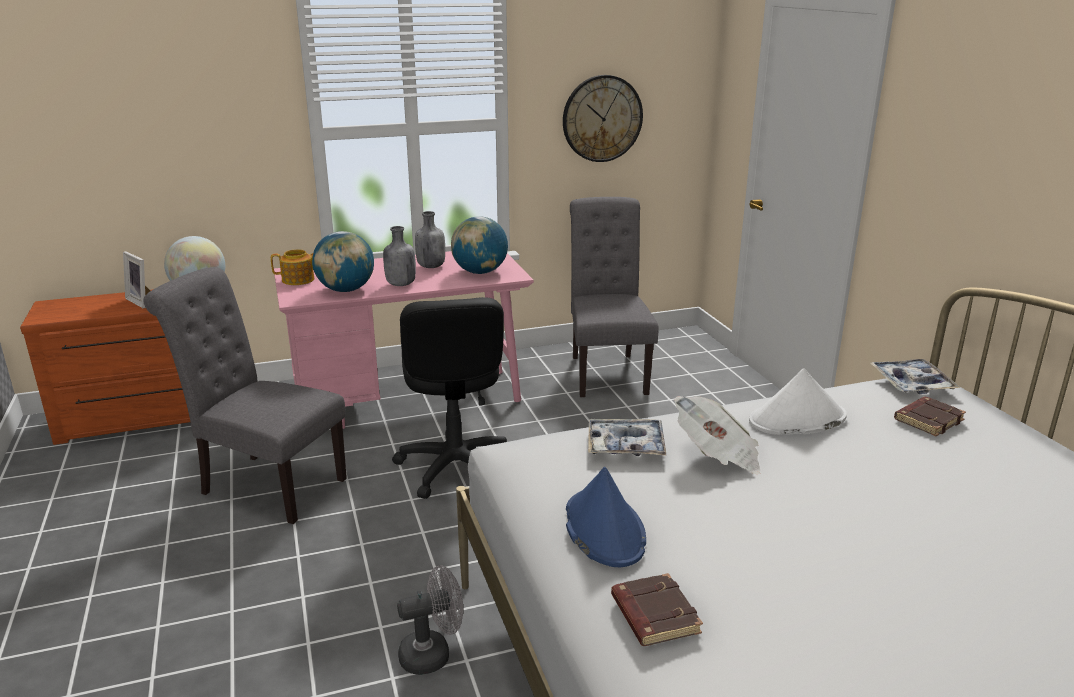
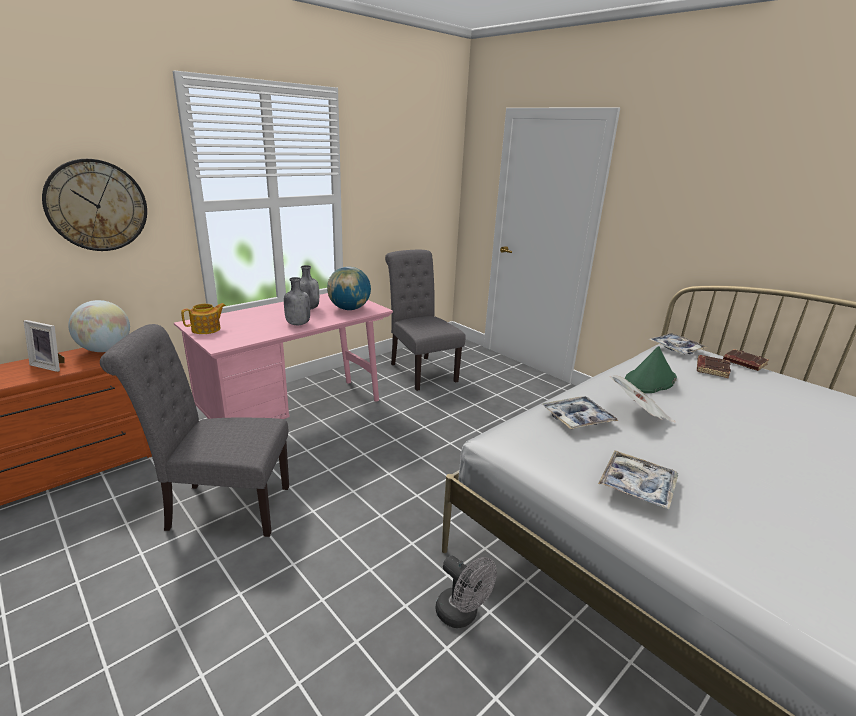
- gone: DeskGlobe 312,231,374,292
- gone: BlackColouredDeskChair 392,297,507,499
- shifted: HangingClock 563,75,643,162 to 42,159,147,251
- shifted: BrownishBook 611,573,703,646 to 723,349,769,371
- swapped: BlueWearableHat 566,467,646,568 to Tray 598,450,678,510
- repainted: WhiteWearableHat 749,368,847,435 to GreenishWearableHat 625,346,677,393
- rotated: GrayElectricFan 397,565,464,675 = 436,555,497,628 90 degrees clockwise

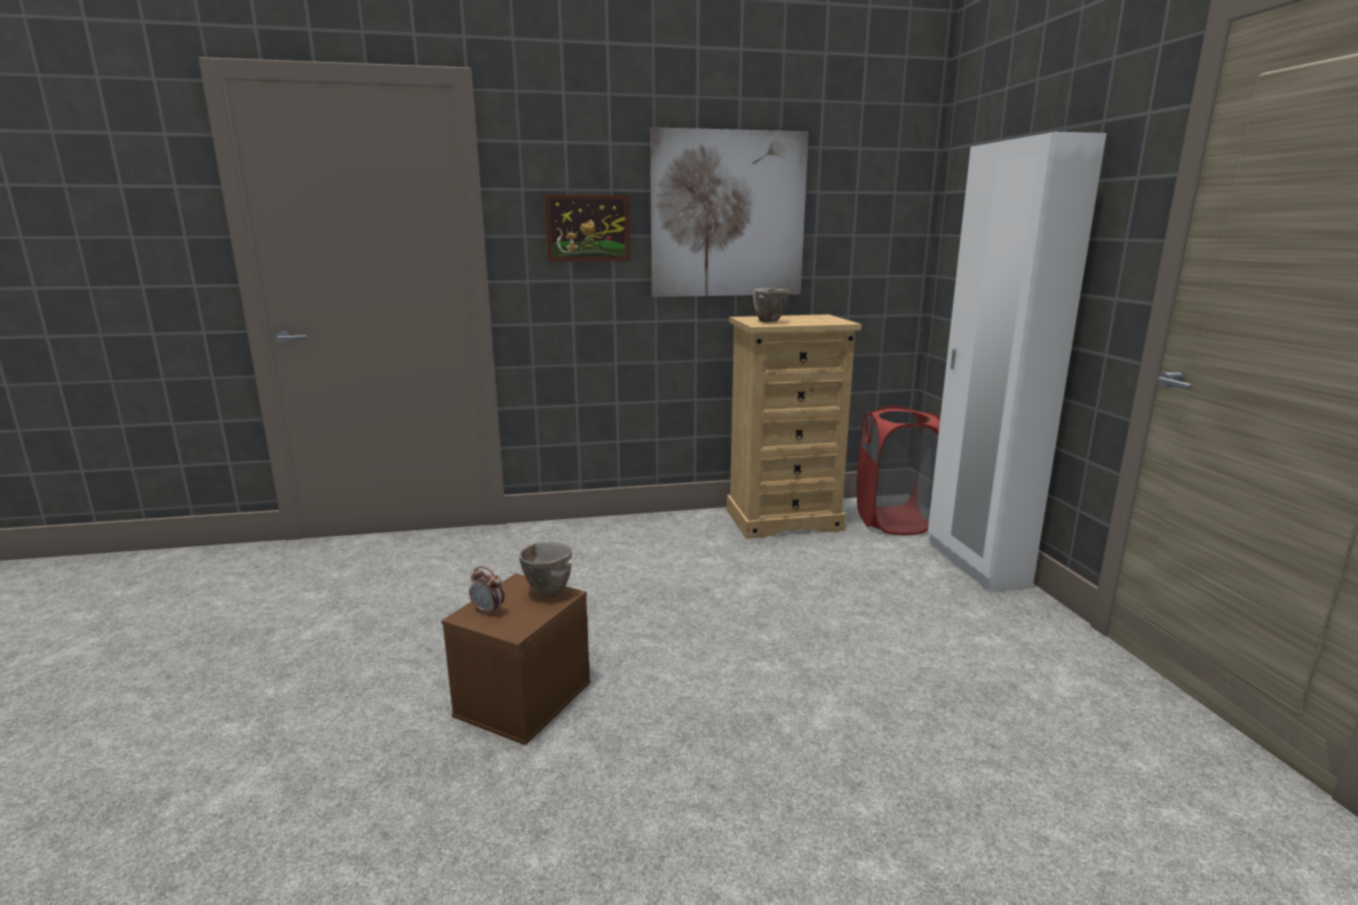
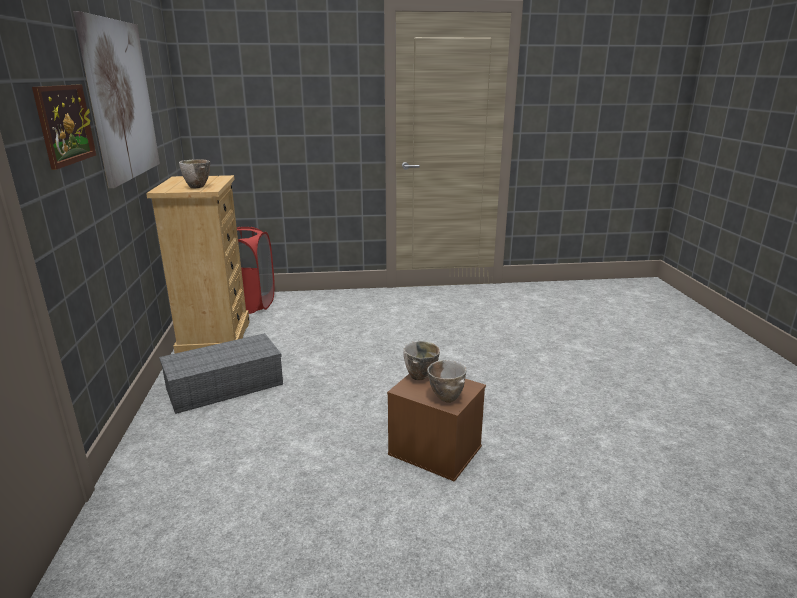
- gone: WhiteWardrobe 928,132,1107,593
- new: GrayStorageContainer 159,333,283,414
- swapped: TableClock 469,566,505,616 to ServingBowl 427,360,466,403

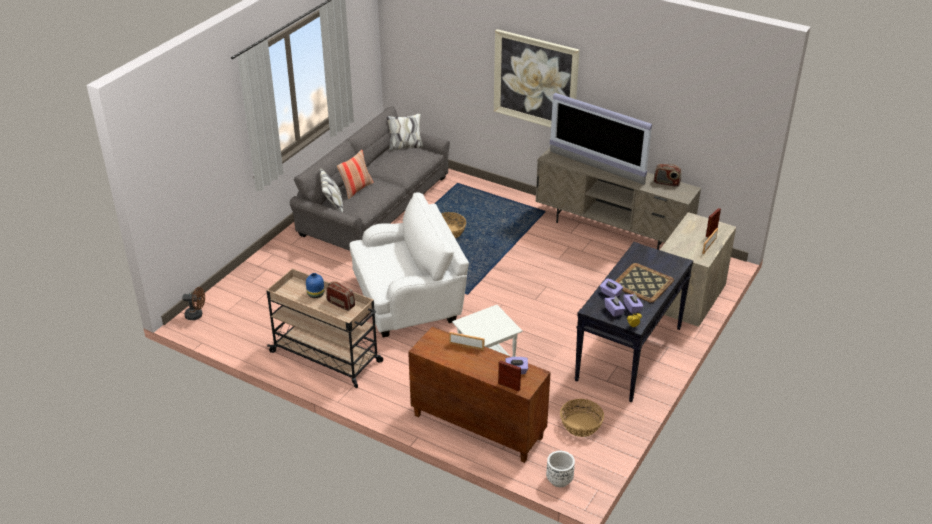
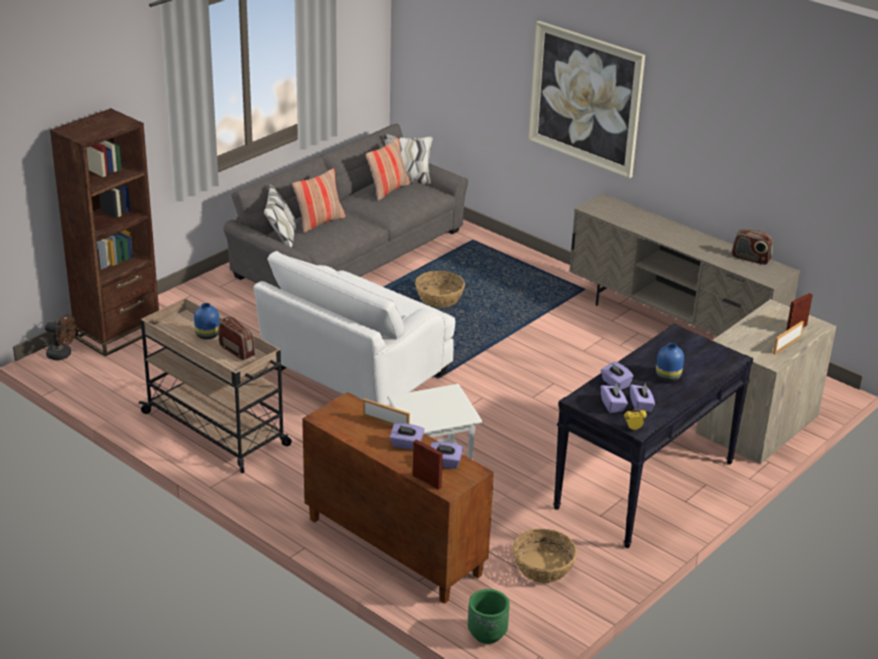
- gone: Tv 550,93,652,185
- new: BrownishBookcase 50,108,159,356
- new: ThrowPillow 366,137,410,201
- new: PurpleBoxOfTissues 389,423,425,450
- swapped: Tray 615,263,674,303 to BlueDecorativeVase 656,343,684,382
- repainted: WhiteFlowerPot 546,451,575,487 to GreenishFlowerPot 468,589,510,644
- rotated: WhiteArmchair 349,192,469,338 = 253,251,455,406 135 degrees clockwise

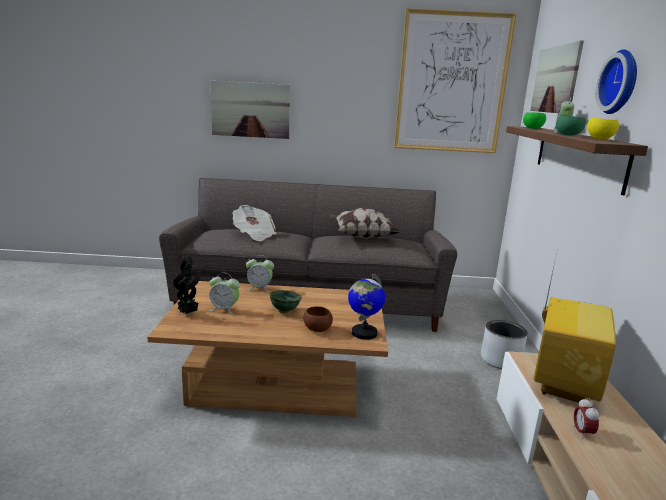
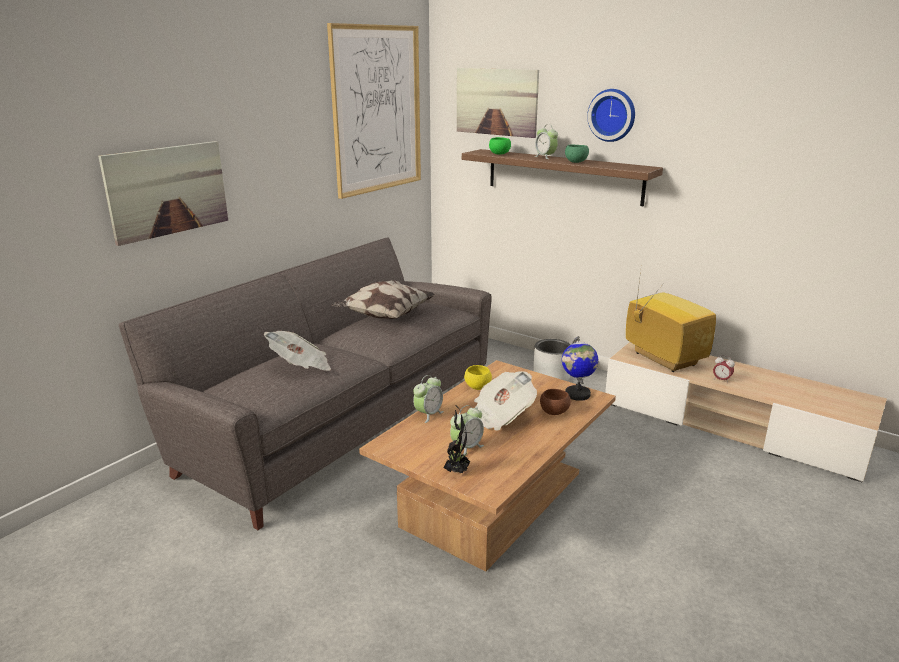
- shifted: YellowServingBowl 587,118,619,140 to 464,365,492,390
- swapped: GreenishServingBowl 270,290,302,313 to DailyPaper 474,371,537,431

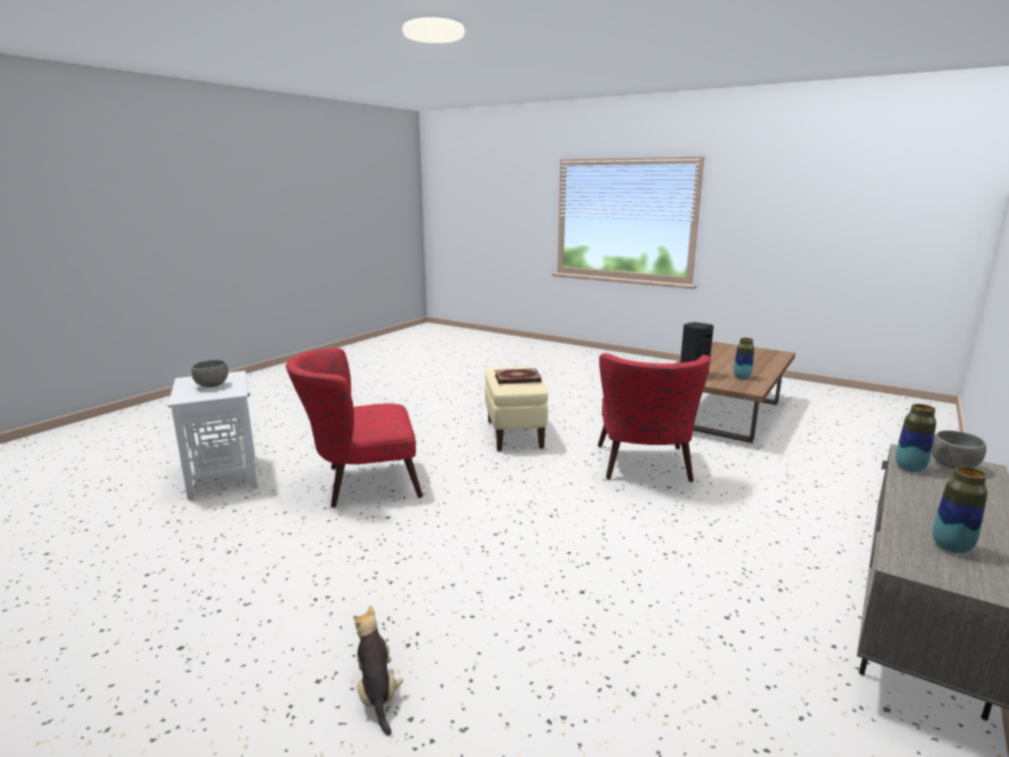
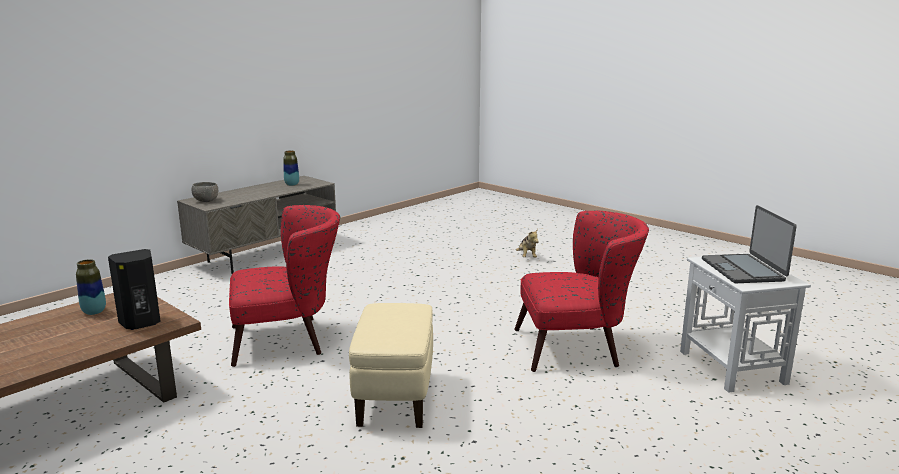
- gone: Book 495,368,541,384
- gone: DecorativeVase 895,404,936,472
- swapped: GrayServingBowl 191,360,228,388 to NotebookComputer 702,205,797,283
- rotated: ReddishArmchair 598,353,711,482 = 229,205,340,367 60 degrees clockwise

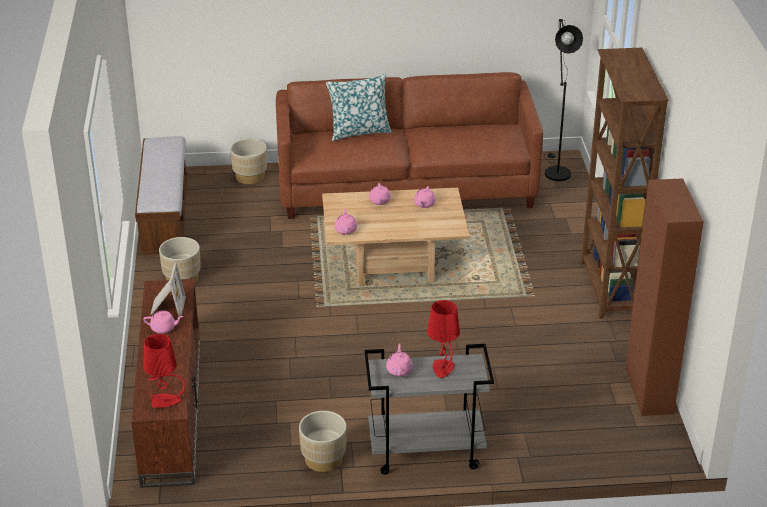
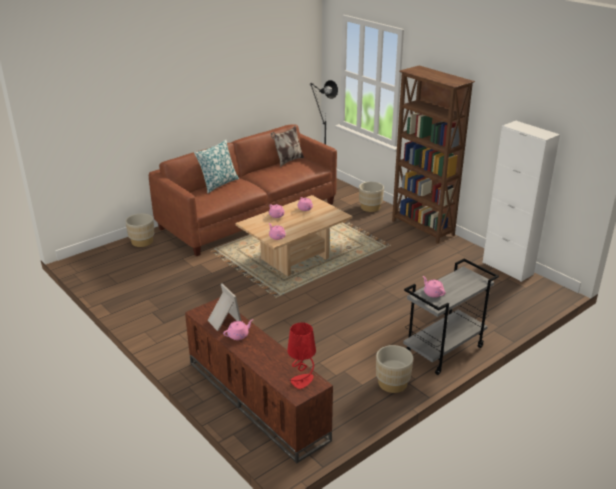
- gone: Bench 135,136,187,255
- gone: ReddishTableLamp 427,300,460,378
- new: ThrowPillow 271,126,304,167
- shifted: BeigeColouredFlowerPot 159,237,201,283 to 359,182,384,212
- repainted: BrownishStorageCabinet 625,178,704,416 to WhiteStorageCabinet 482,121,560,282

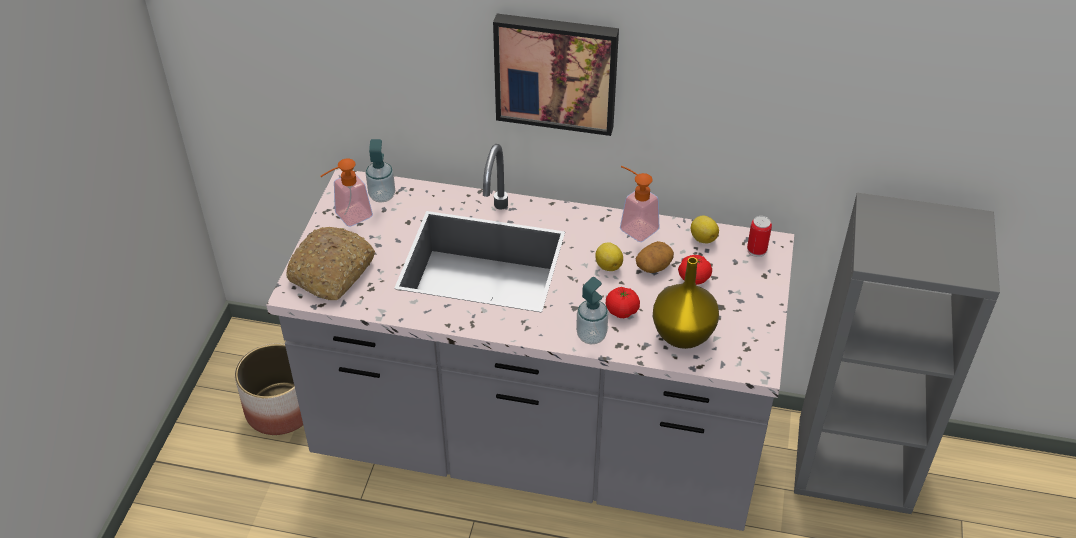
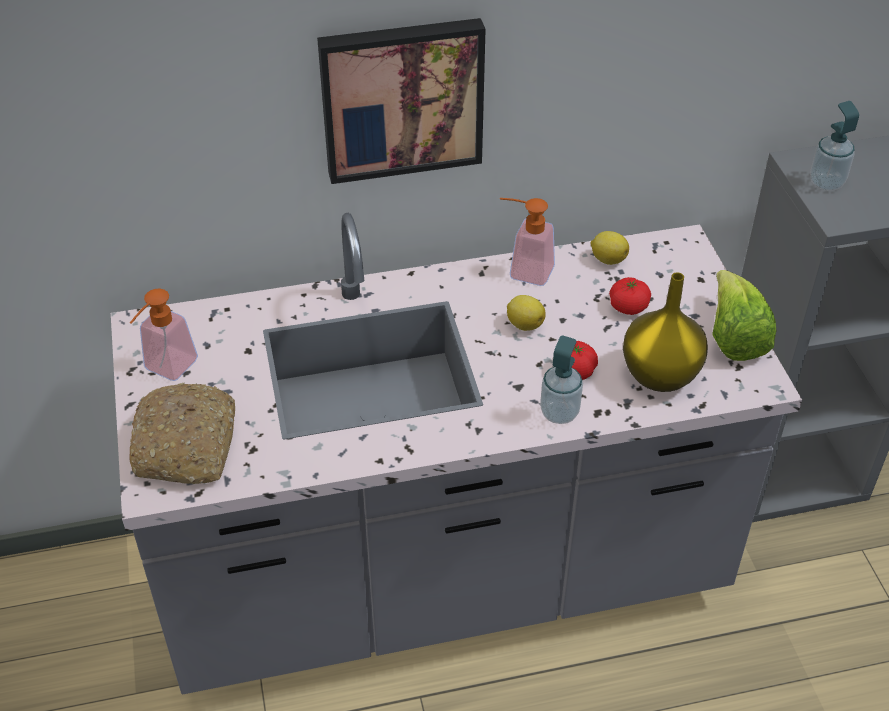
- gone: FlowerPot 235,343,303,435
- gone: Spud 636,241,674,273
- gone: Can 747,216,772,257
- new: LettuceHead 712,270,776,361
- shifted: LiquidSoapBottle 366,139,395,202 to 810,101,859,191

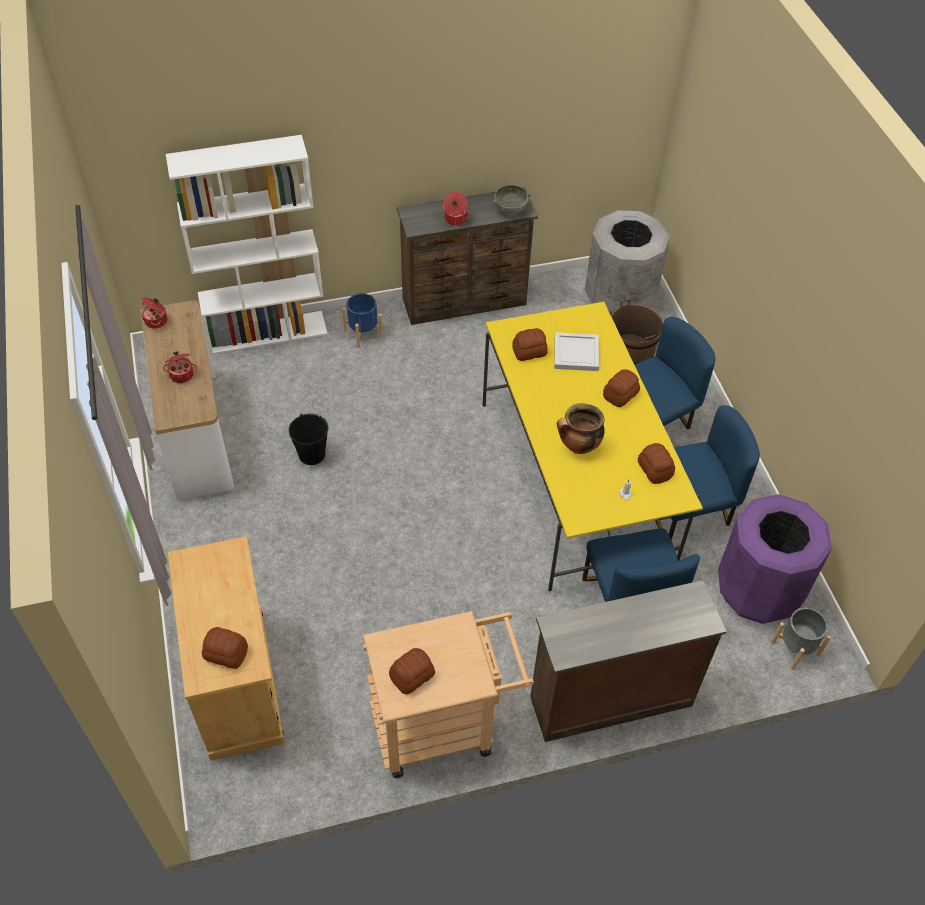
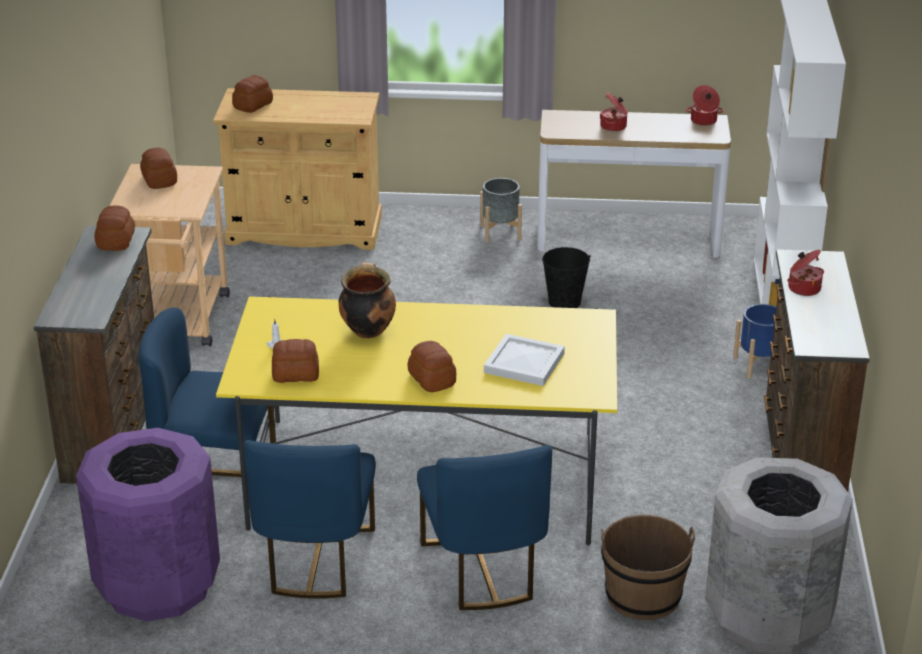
- gone: GrayServingBowl 492,185,531,216
- shifted: BakeryBread 512,328,548,361 to 94,206,135,251
- shifted: GrayFlowerPot 771,607,831,670 to 480,178,522,243

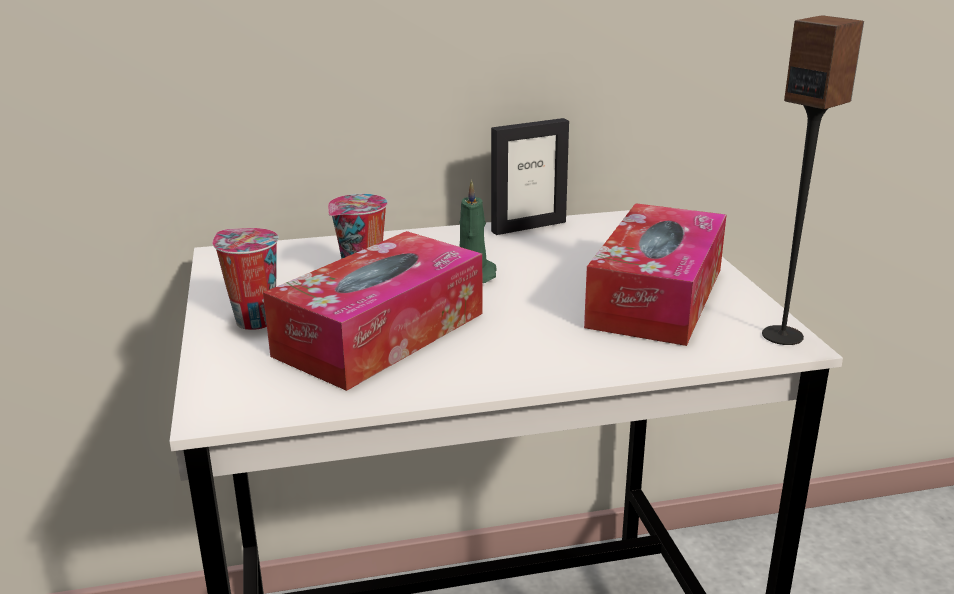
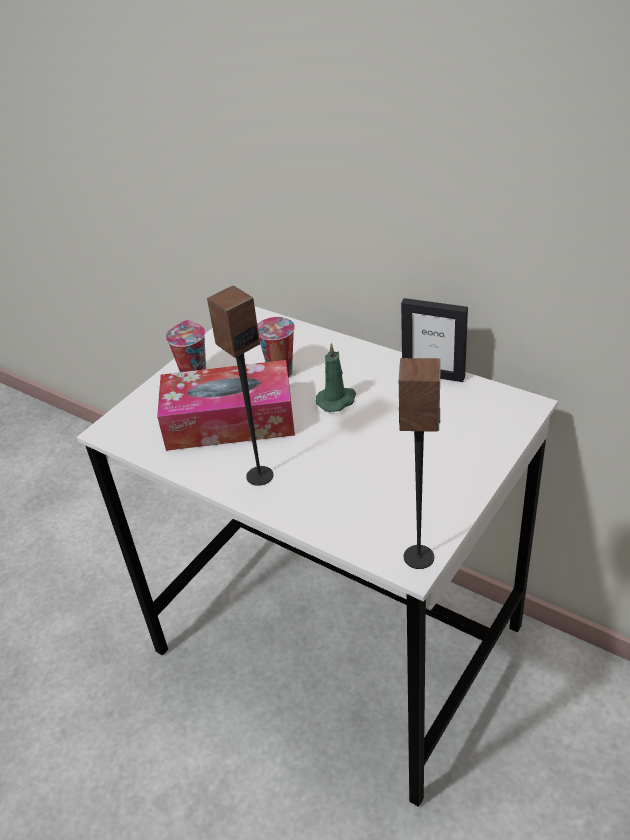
- gone: BoxOfTissues 584,203,726,346
- new: Speaker 207,286,273,486

